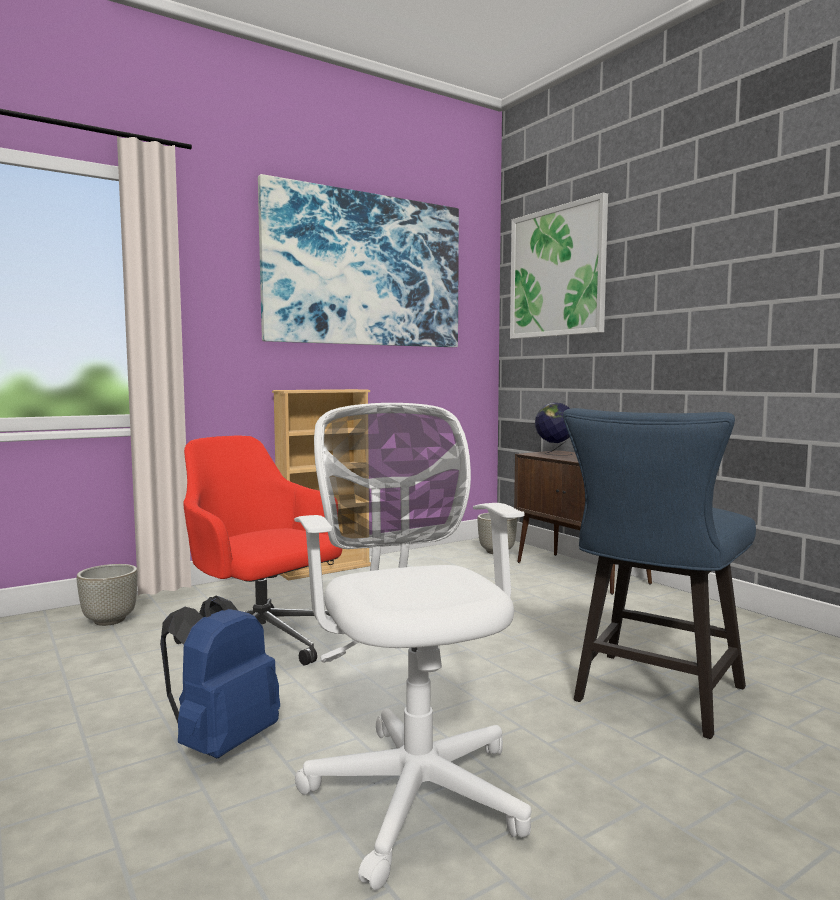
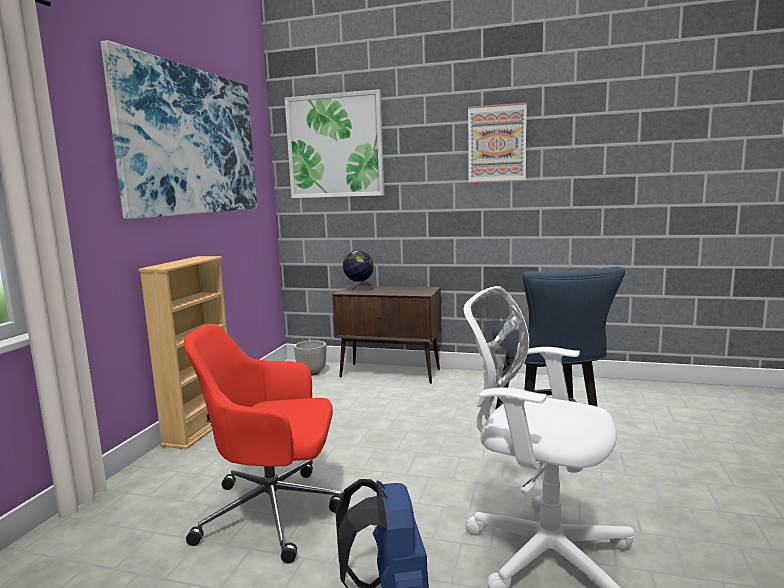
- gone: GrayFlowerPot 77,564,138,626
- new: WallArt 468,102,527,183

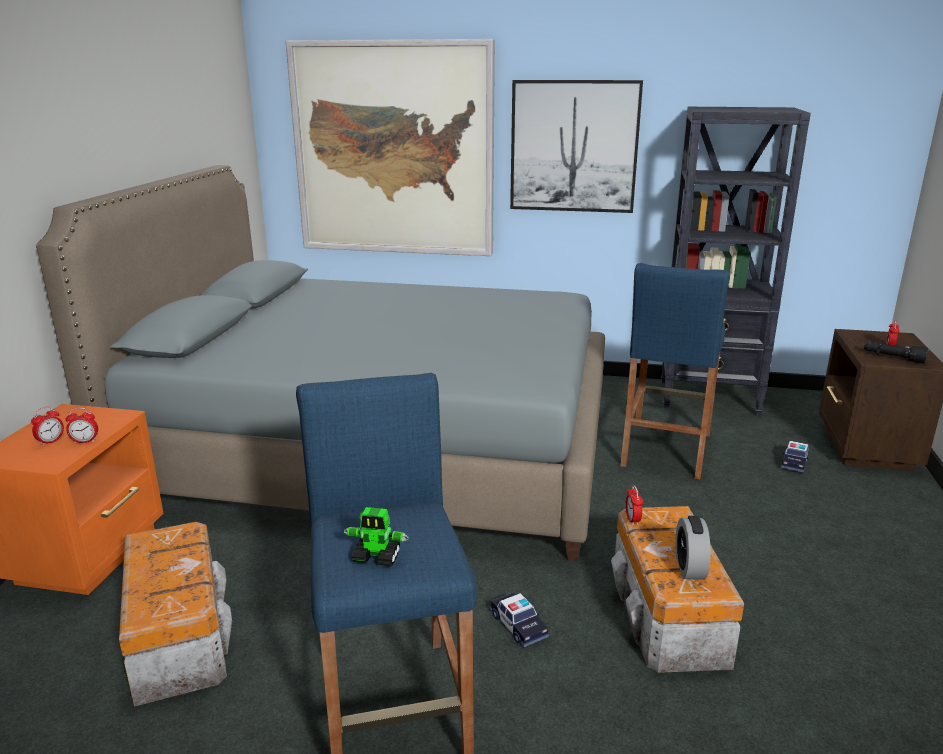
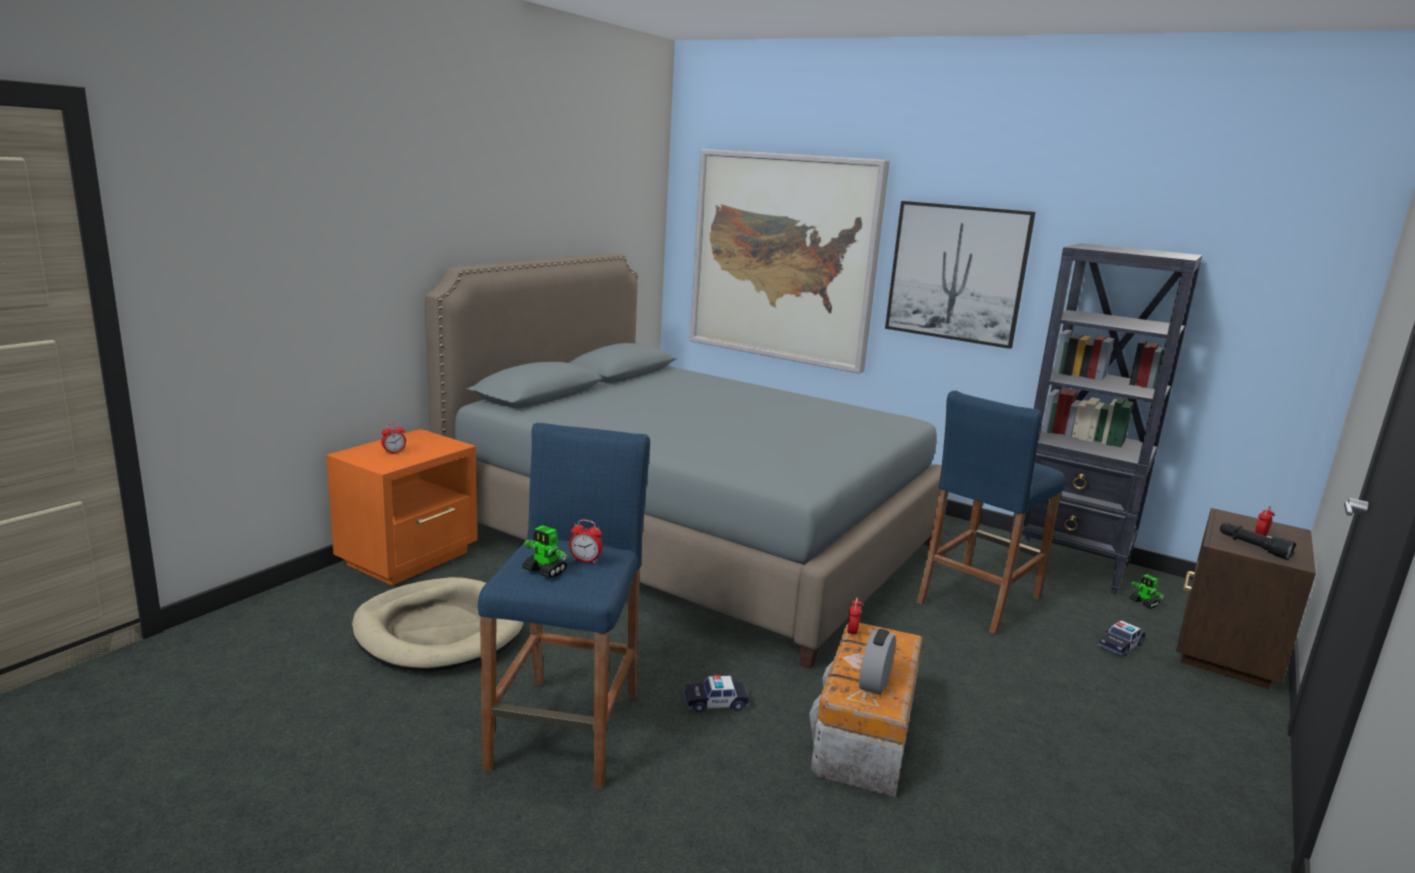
- new: ToyRobot 1129,574,1165,609
- shifted: TableClock 65,407,98,444 to 569,520,603,564
- swapped: StorageContainer 119,522,232,707 to BeigeColouredPetBed 352,577,523,671
- rotated: ModelCar 489,592,549,647 = 684,675,749,712 90 degrees clockwise

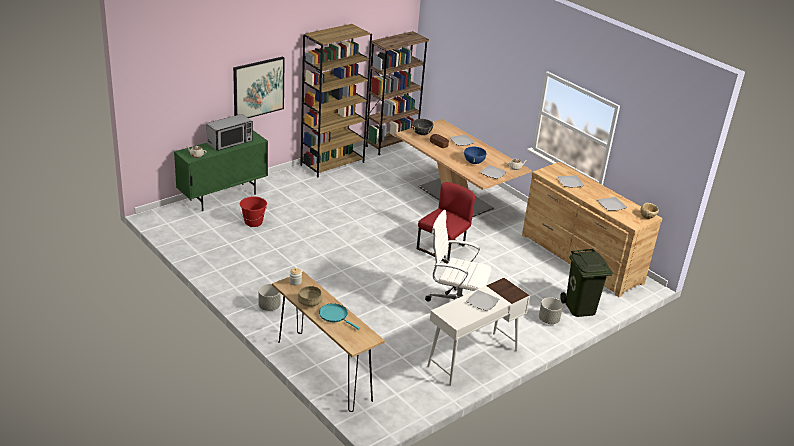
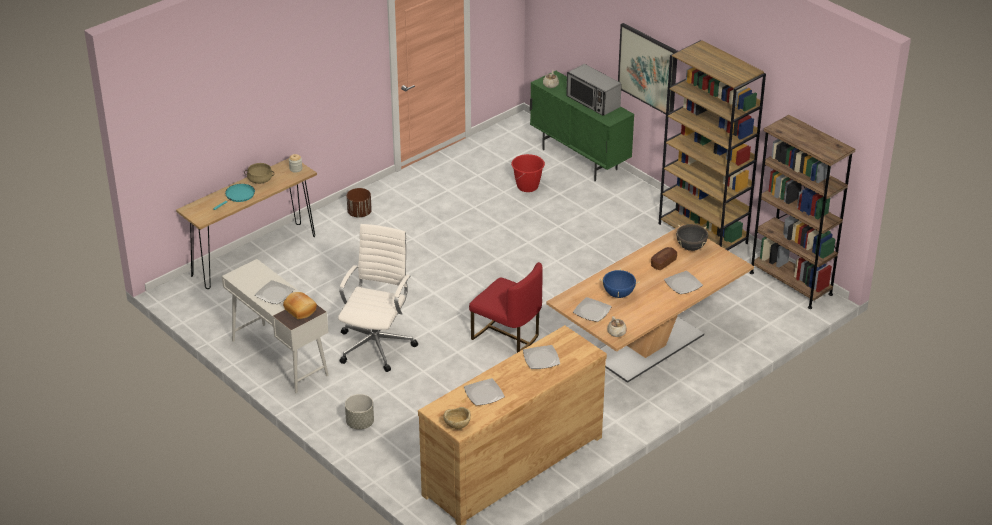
- gone: GreenishRubbishBin 560,249,613,317
- new: BakeryBread 283,292,317,319
- repainted: GrayFlowerPot 258,284,281,311 to BrownishFlowerPot 347,188,372,217

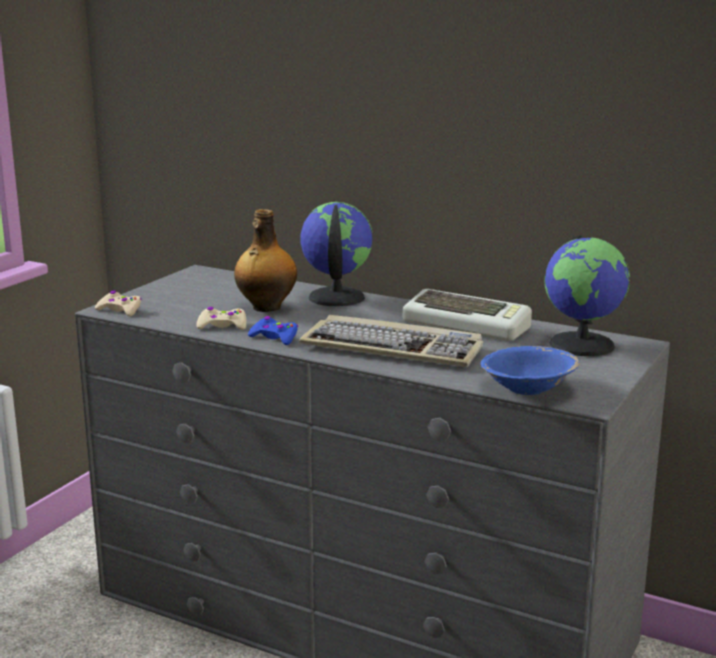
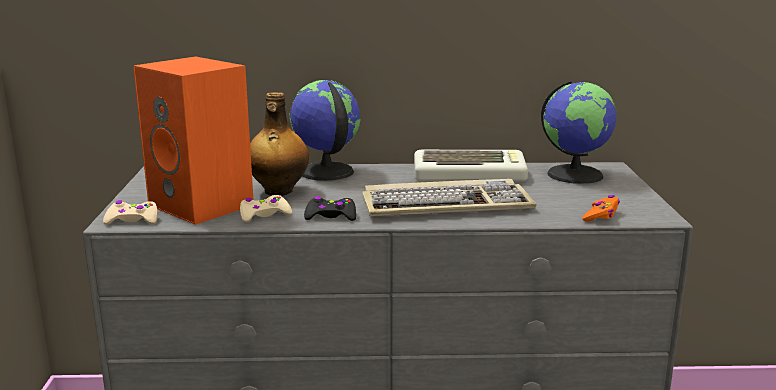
- new: OrangeColouredSpeaker 133,56,254,225
- swapped: BlueServingBowl 481,346,580,395 to OrangeColouredGameController 582,195,620,222
- repainted: BlueGameController 248,316,298,345 to BlackColouredGameController 304,196,356,221

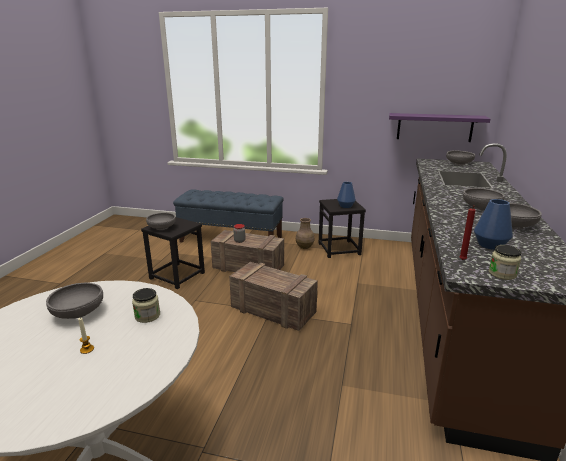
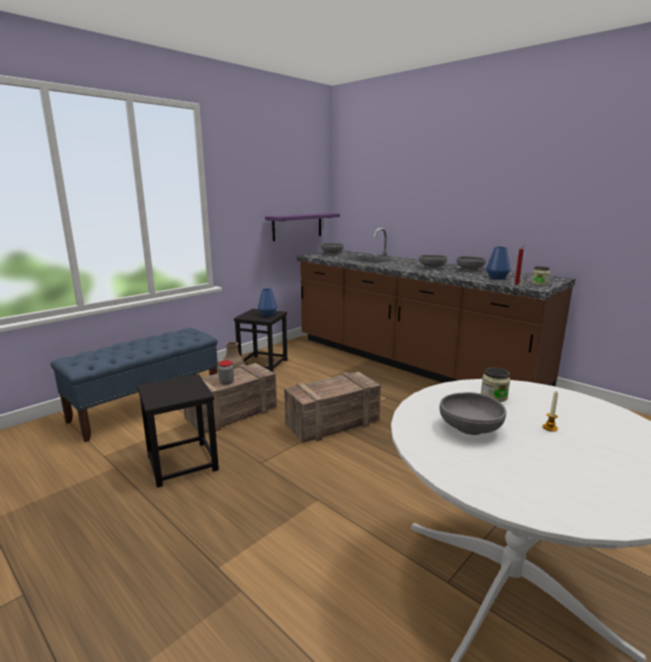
- gone: GrayServingBowl 146,213,176,230

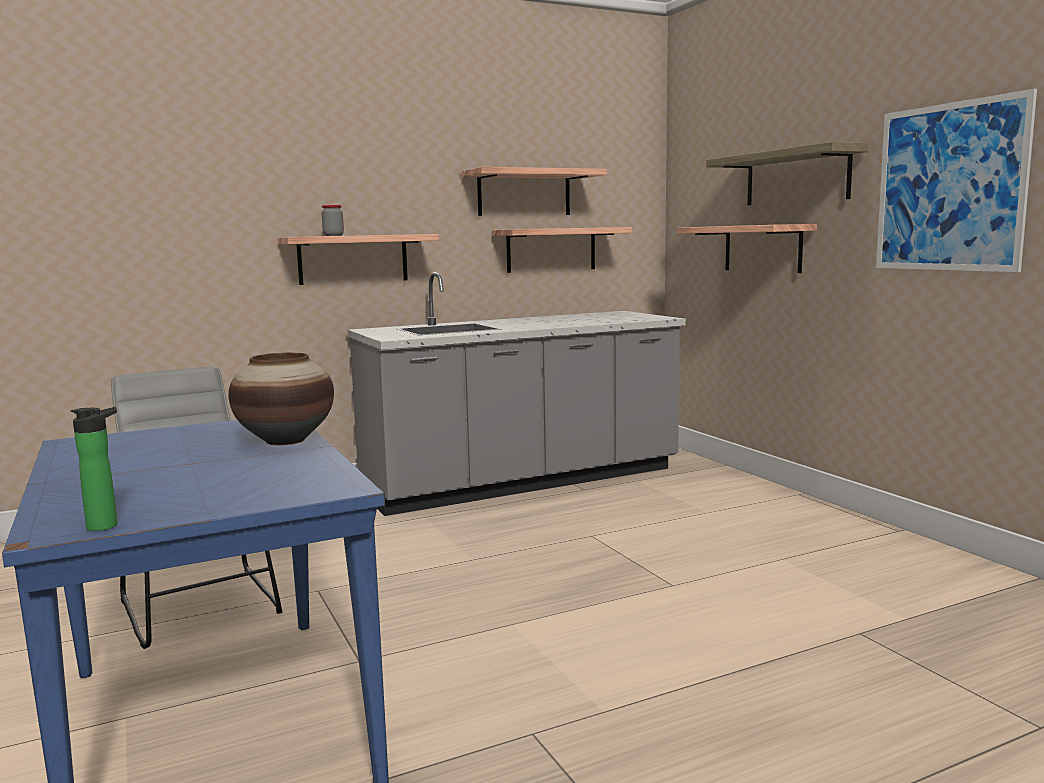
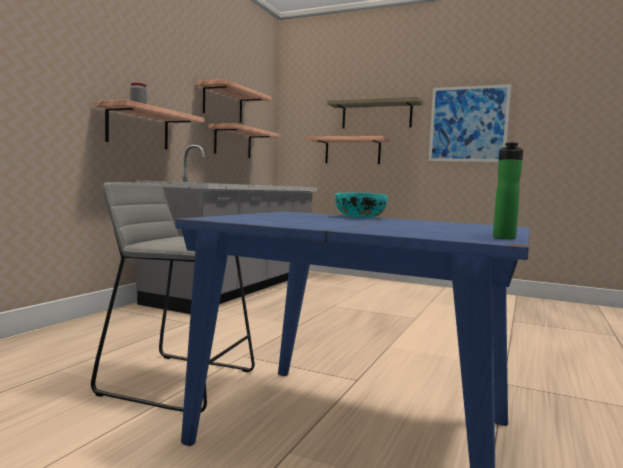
- swapped: DecorativeVase 228,353,334,445 to TurquoiseColouredServingBowl 335,193,388,218

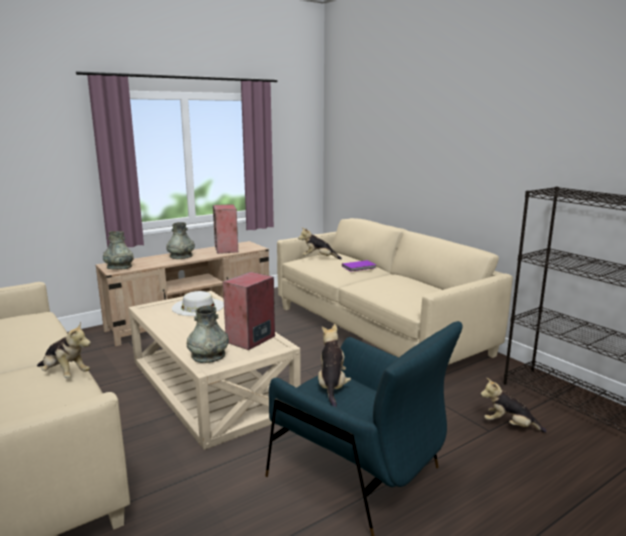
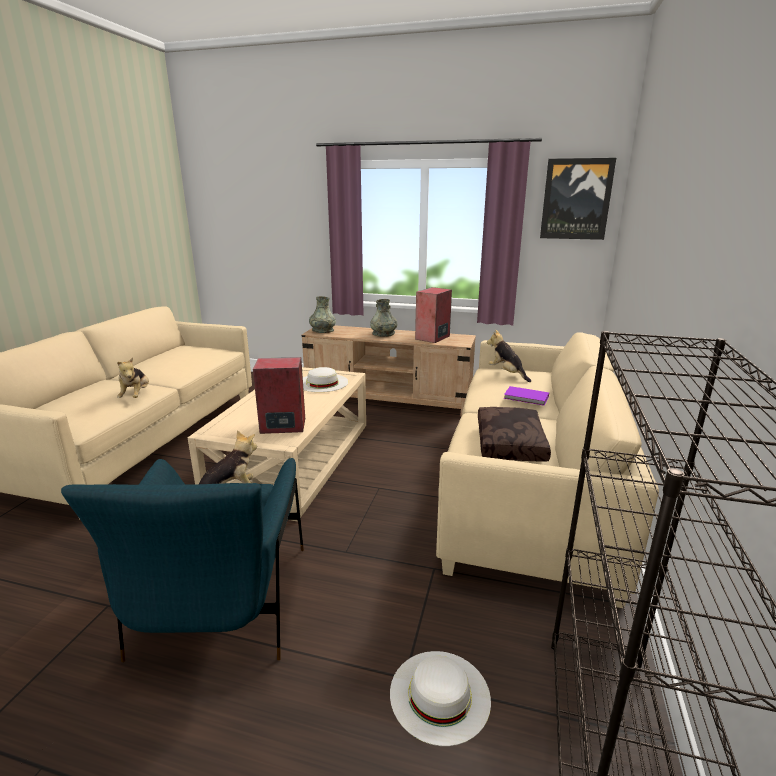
- gone: GrayDecorativeVase 187,305,229,363
- new: BrownishThrowPillow 478,407,551,462
- new: WallArt 540,158,616,240
- swapped: SoftToy 480,378,547,433 to WhiteWearableHat 390,651,491,746

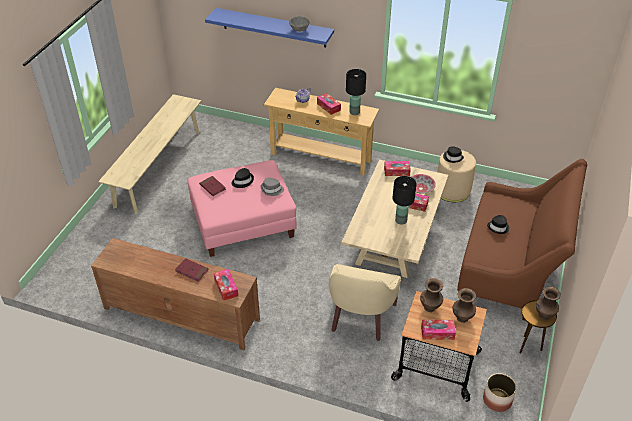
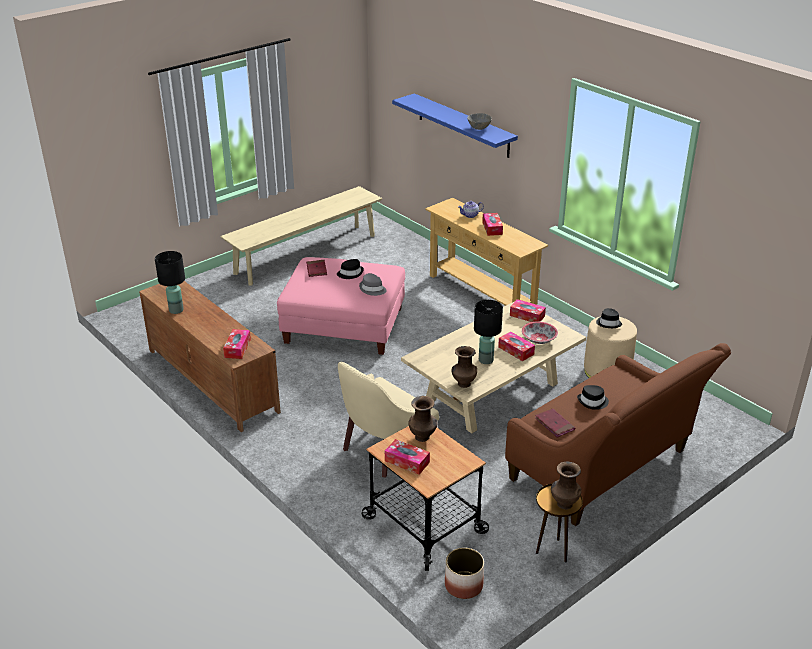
- shifted: ReddishBook 175,258,209,282 to 535,408,575,437
- shifted: BlackColouredTableLamp 346,69,366,115 to 155,251,185,314
- shifted: BrownishDecorativeVase 453,288,476,323 to 451,346,477,388

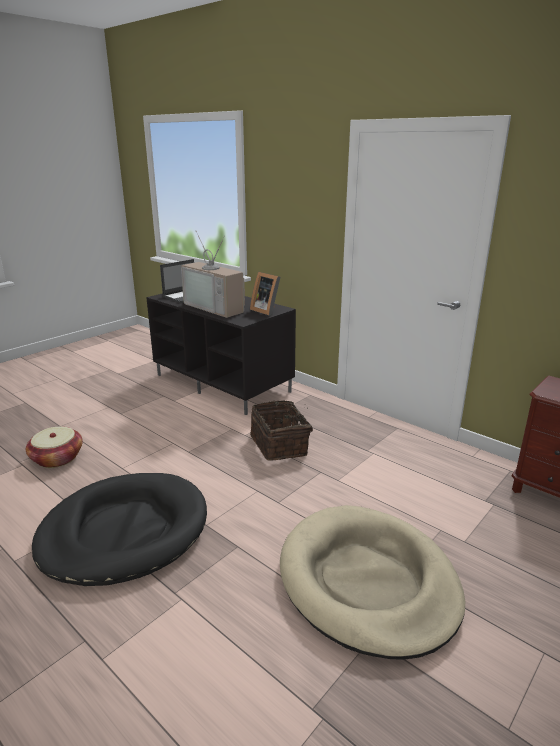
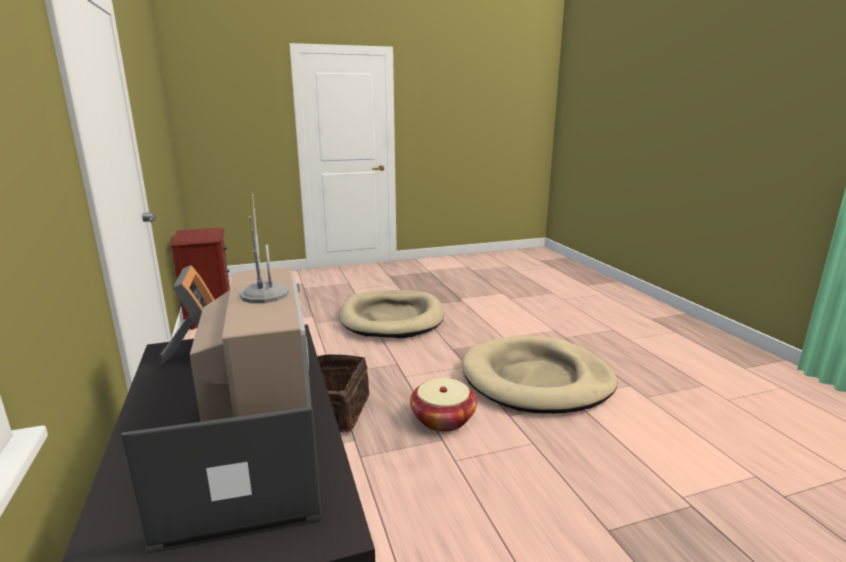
- shifted: HouseholdBasket 26,427,83,468 to 410,378,477,432
- repainted: BlackColouredPetBed 32,473,207,586 to BeigeColouredPetBed 462,335,617,414

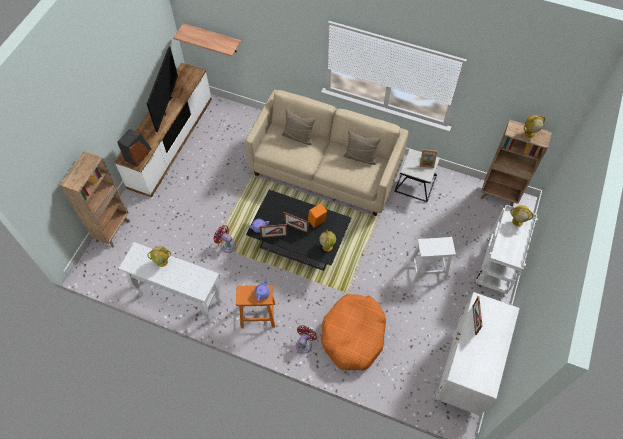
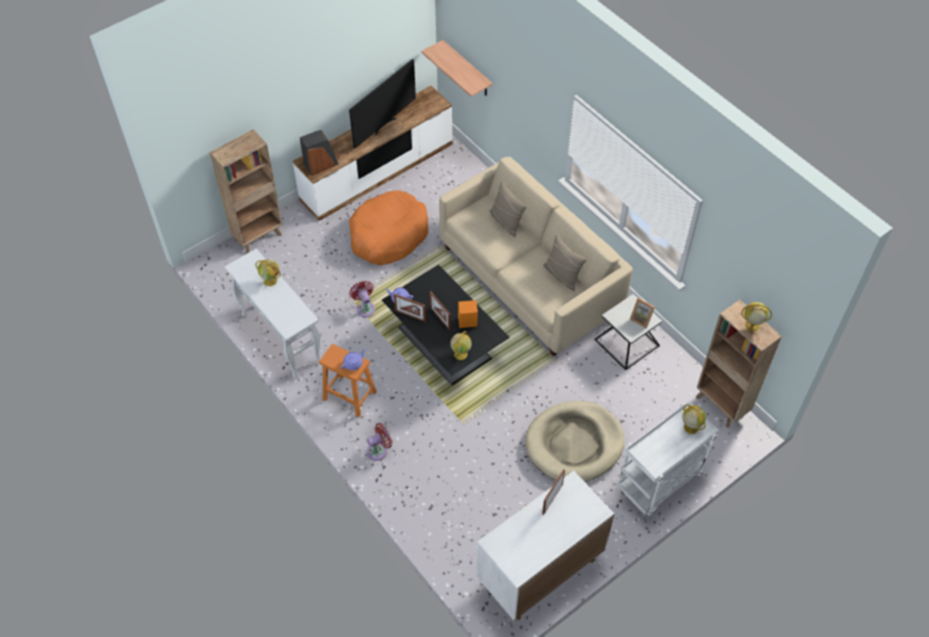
- shifted: OrangeColouredPetBed 321,294,386,371 to 349,190,428,265
- swapped: WhiteSittingStool 410,237,456,282 to BeigeColouredPetBed 525,401,625,482

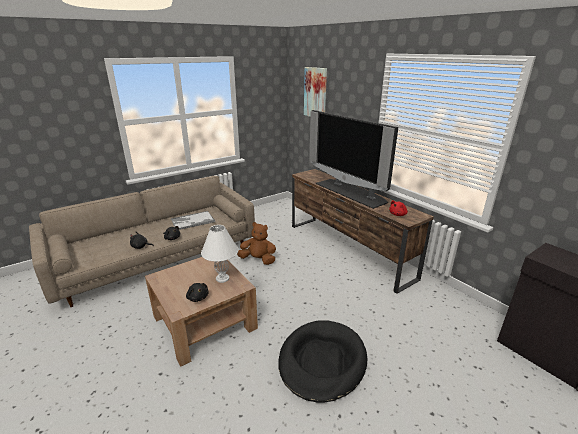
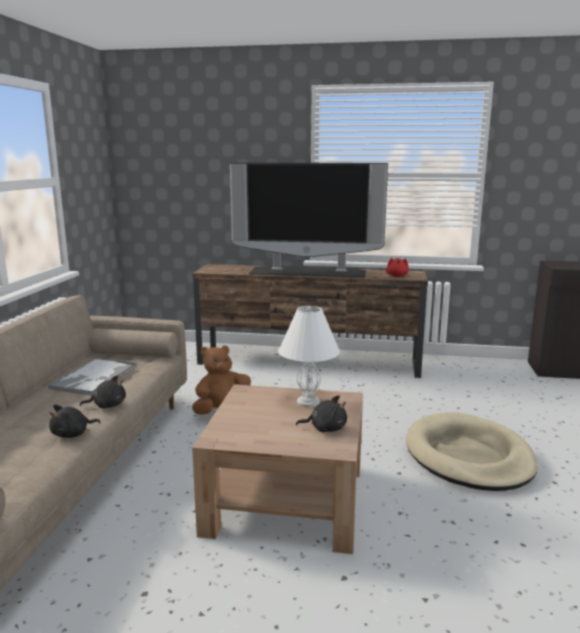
- gone: WallArt 304,67,327,116
- repainted: BlackColouredPetBed 278,321,367,403 to BeigeColouredPetBed 406,412,538,491

